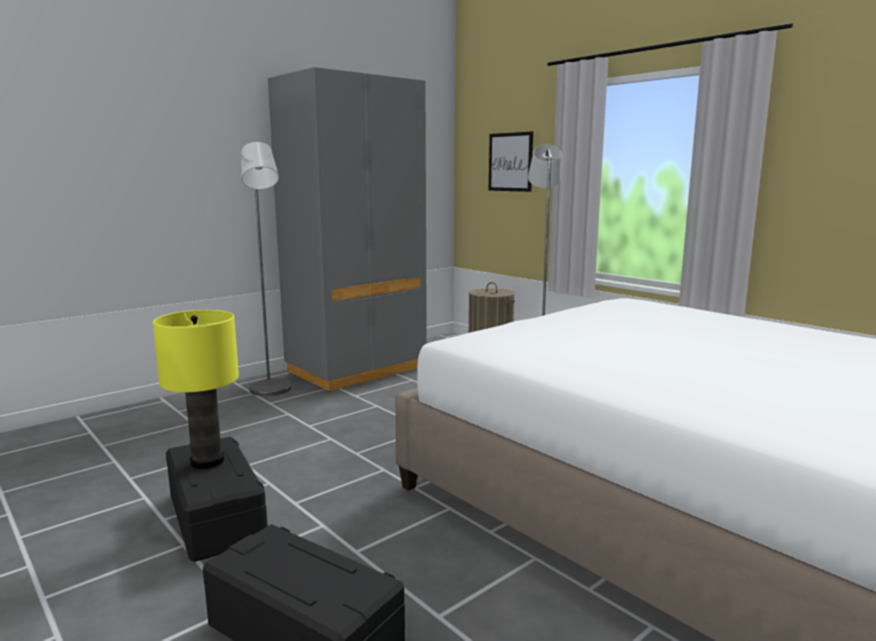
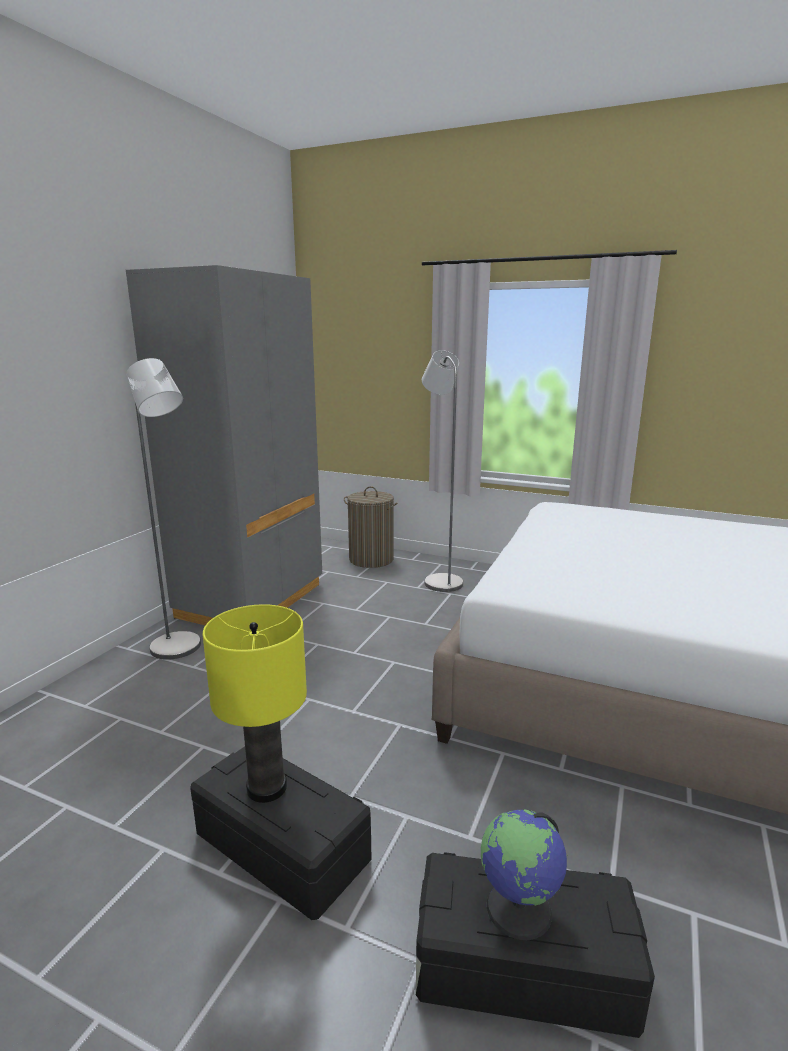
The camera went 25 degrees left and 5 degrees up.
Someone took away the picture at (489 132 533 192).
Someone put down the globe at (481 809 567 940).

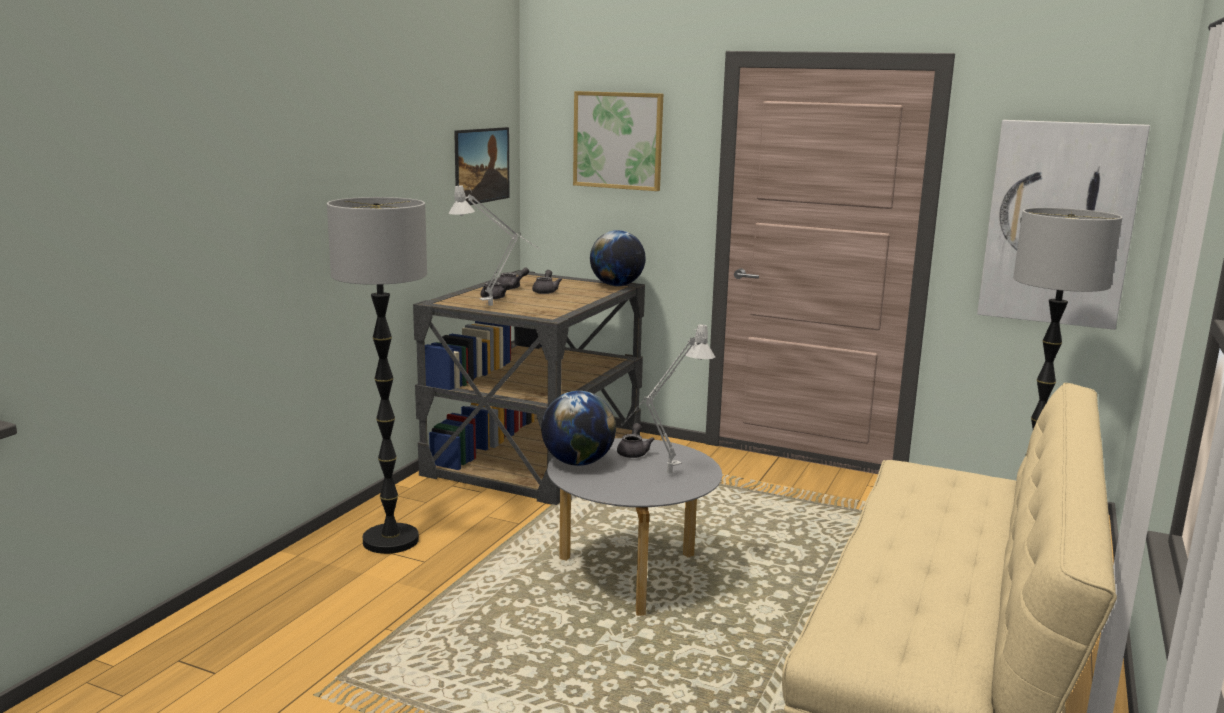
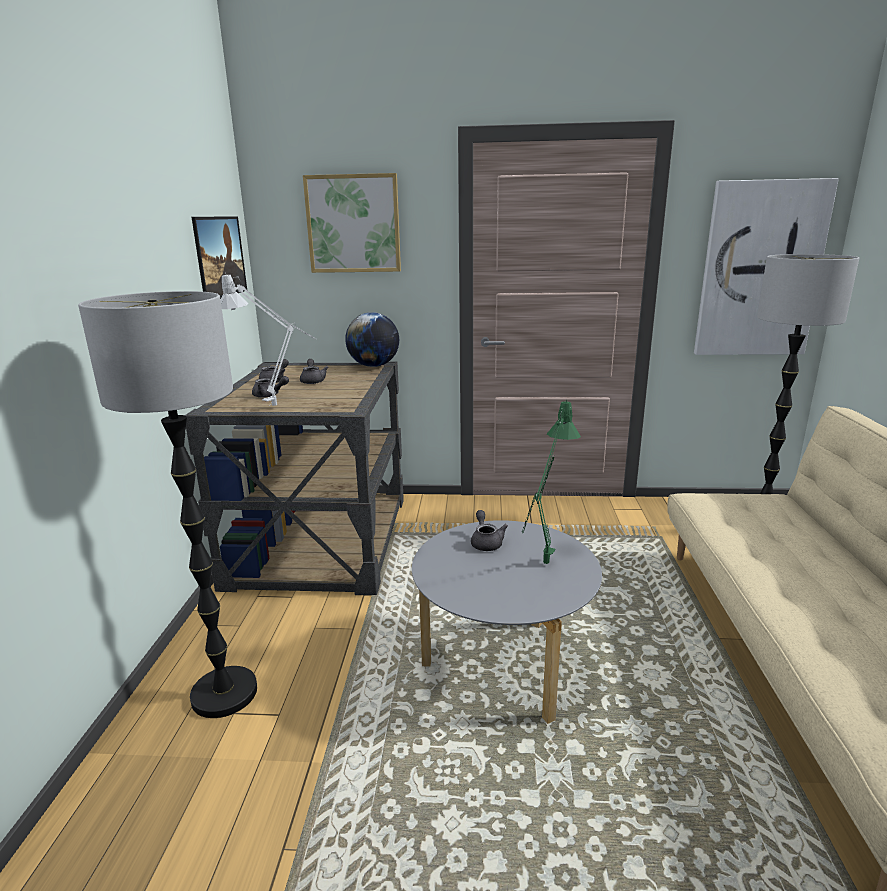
The camera went 20 degrees left and 5 degrees up.
Someone took away the globe at (541 391 616 466).
Someone repainted the grey table lamp at (623 325 715 474), which became the green table lamp at (522 399 581 564).

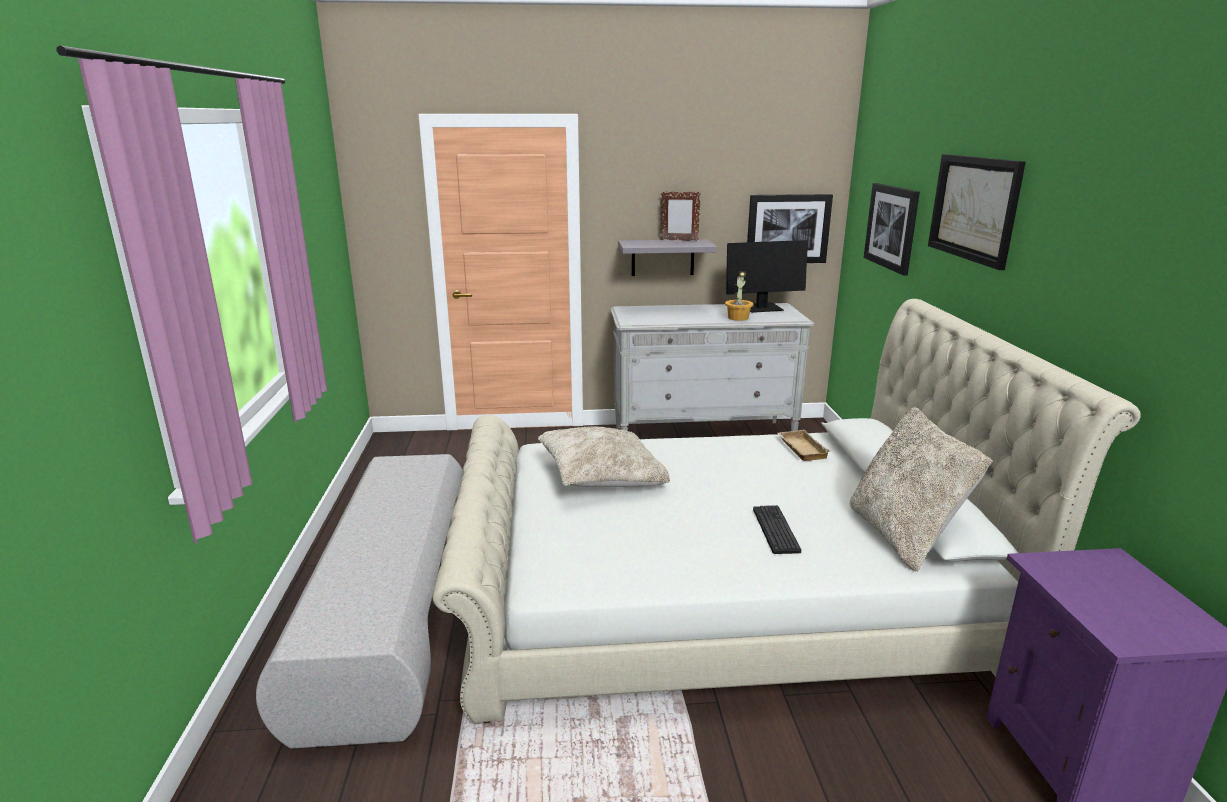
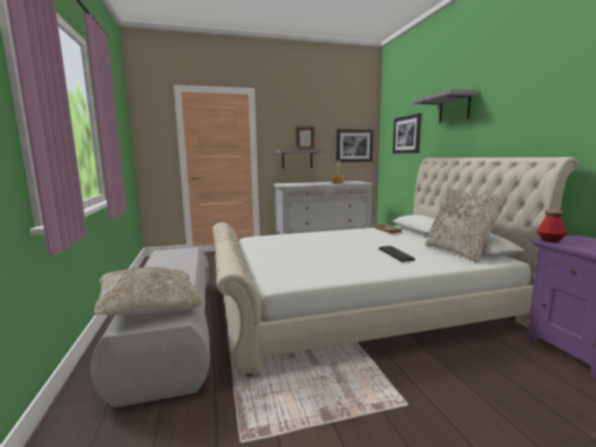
The camera went 10 degrees left and 10 degrees down.
Someone took away the monitor at (726 240 808 313).
Someone put down the bottle at (537 209 567 242).
Someone carried the beige pillow from (538 426 670 487) to (94 267 202 315).
Someone swapped the picture at (928 154 1026 270) for the grey shelf at (412 89 479 123).

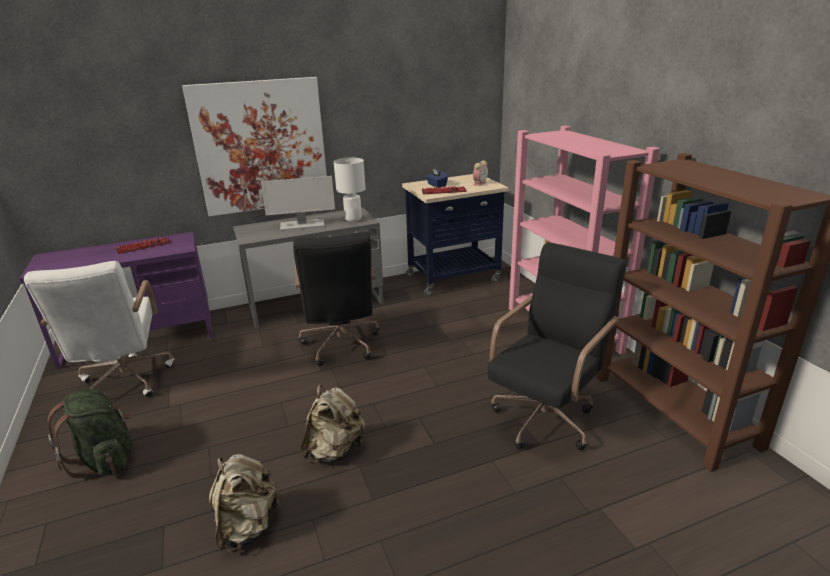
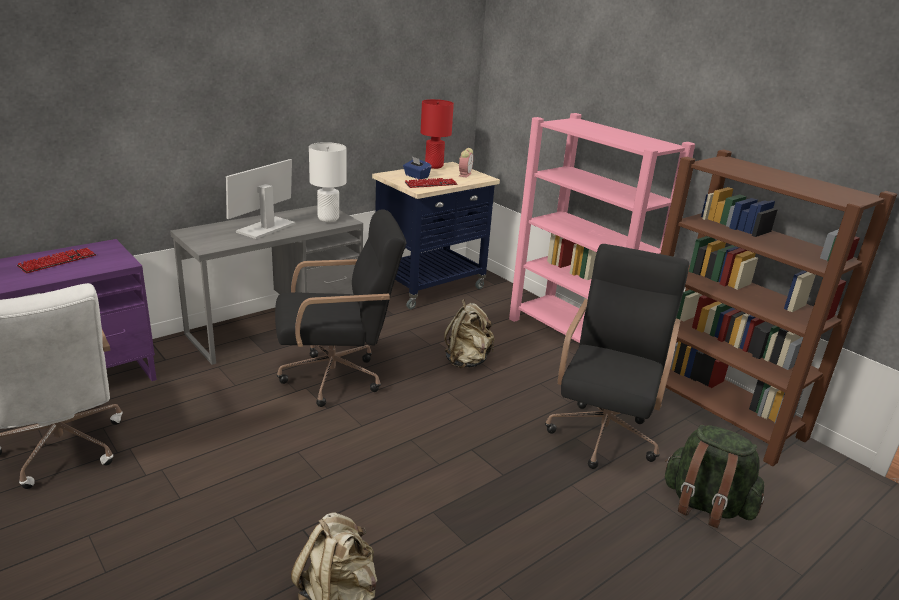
The camera went 20 degrees left and 0 degrees up.
Someone took away the picture at (182 77 327 216).
Someone put down the red table lamp at (421 99 454 169).
Someone carried the green backpack from (48 388 132 478) to (665 425 764 528).
Someone carried the beige backpack from (301 385 365 464) to (444 299 494 368).
Someone rotated the monitor at (261 176 335 231) by 150 degrees clockwise.
Someone rotated the black office chair at (293 232 380 366) by 75 degrees counterclockwise.

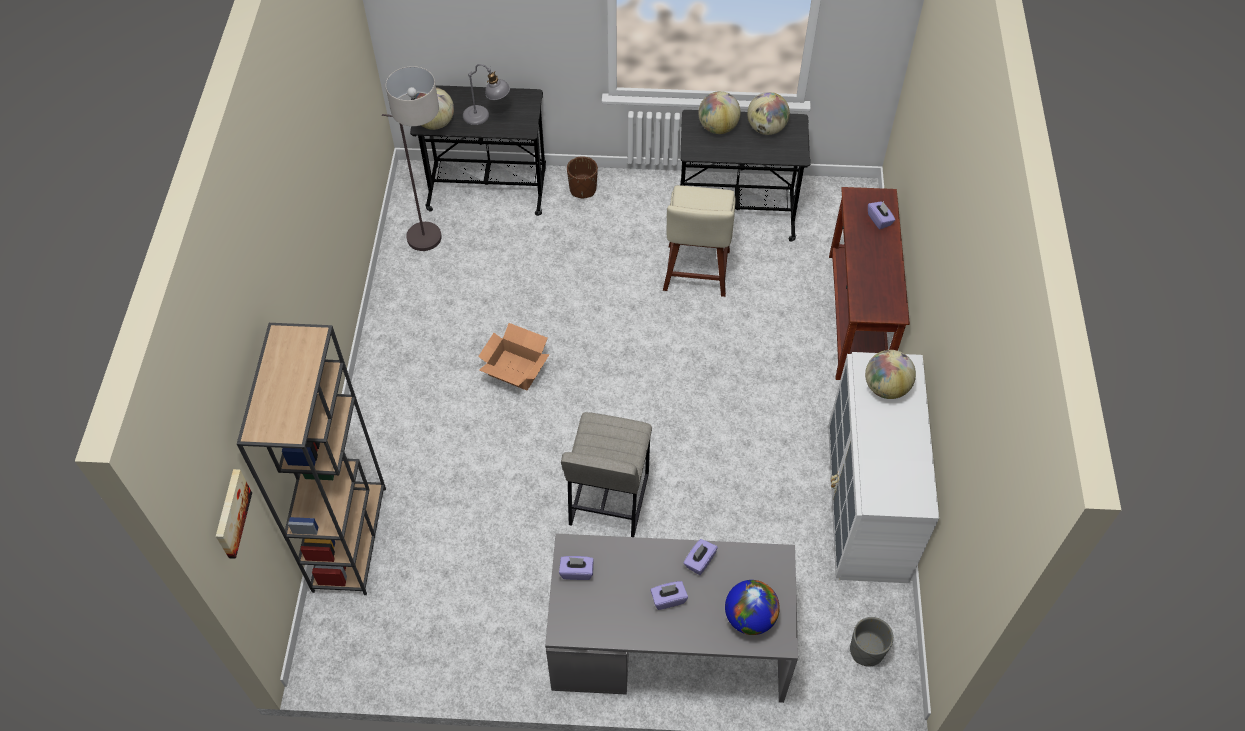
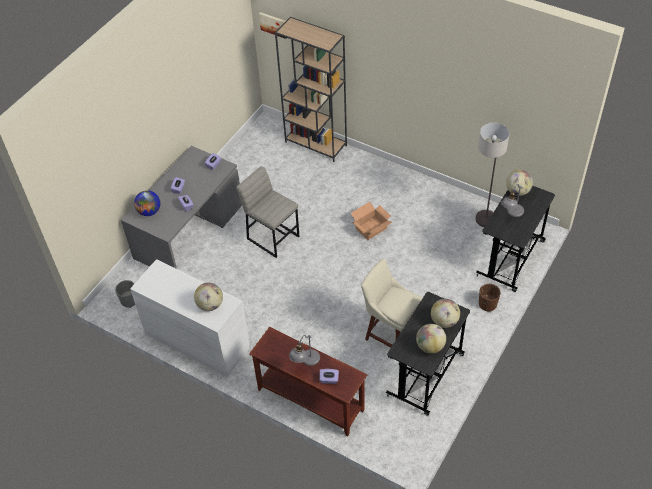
The camera went 120 degrees right and 5 degrees down.
Someone put down the grey table lamp at (289 335 320 366).

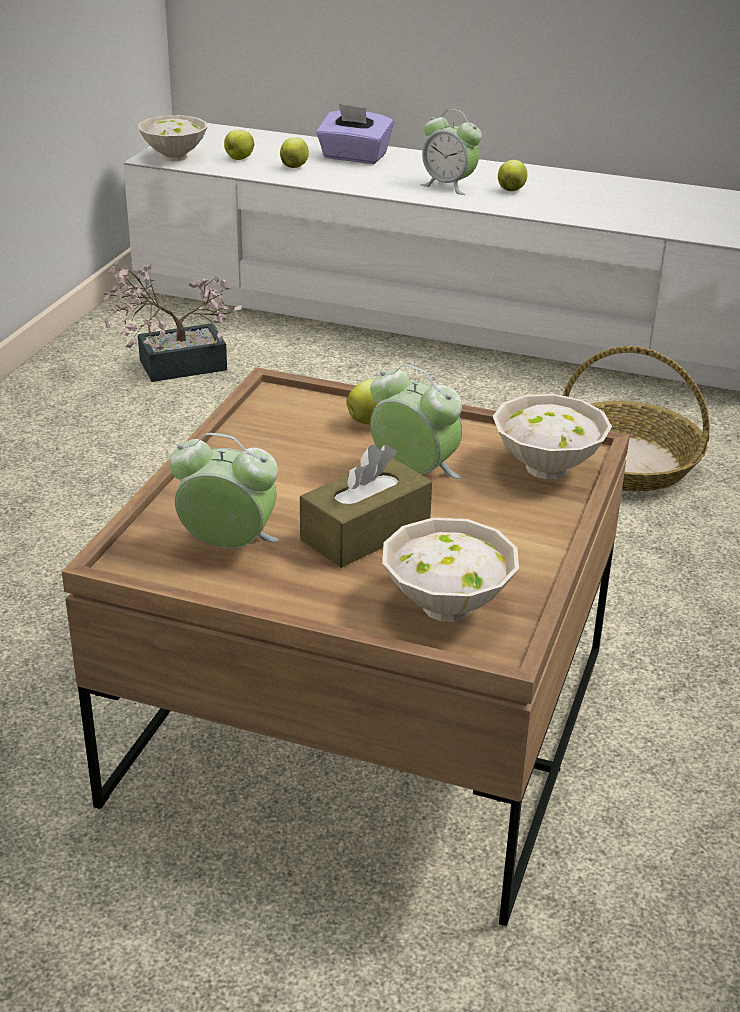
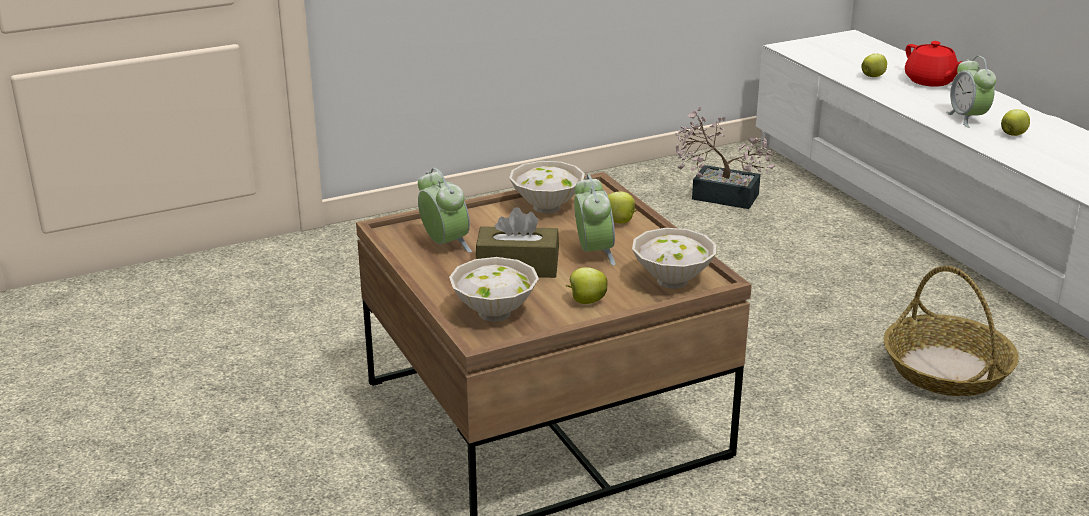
The camera went 45 degrees right and 5 degrees down.
Someone carried the white bowl from (138 115 207 161) to (509 161 585 214).
Someone carried the apple from (224 130 254 160) to (566 267 608 304).
Someone swapped the purple tissue box at (316 103 394 164) for the red teapot at (905 41 962 87).

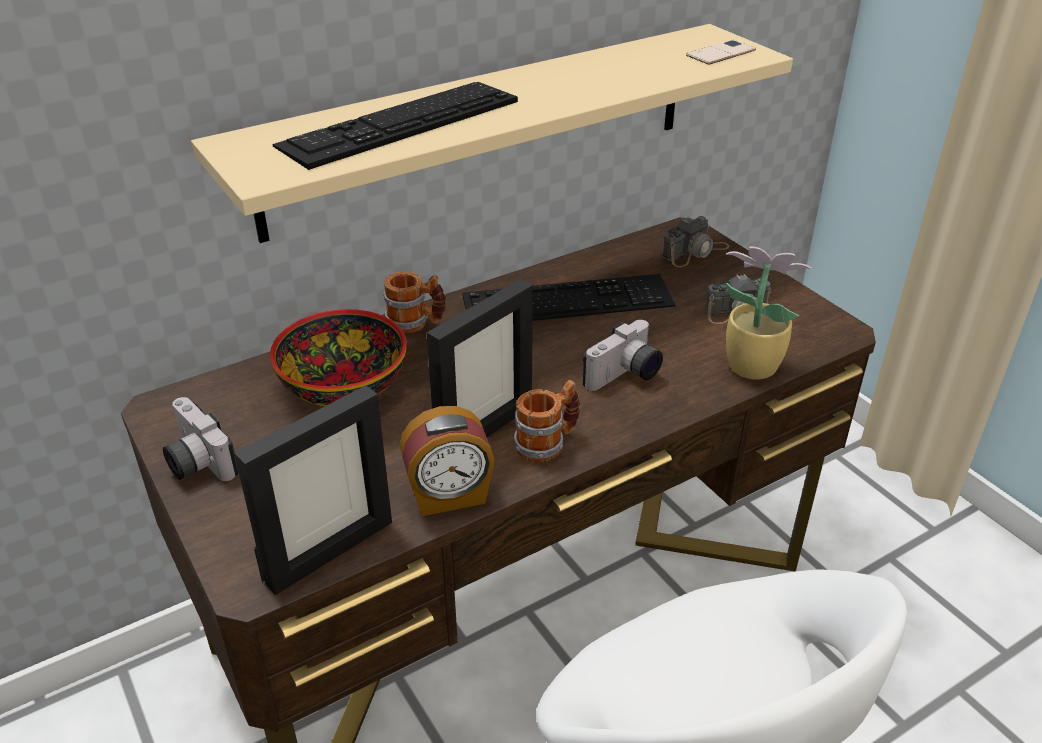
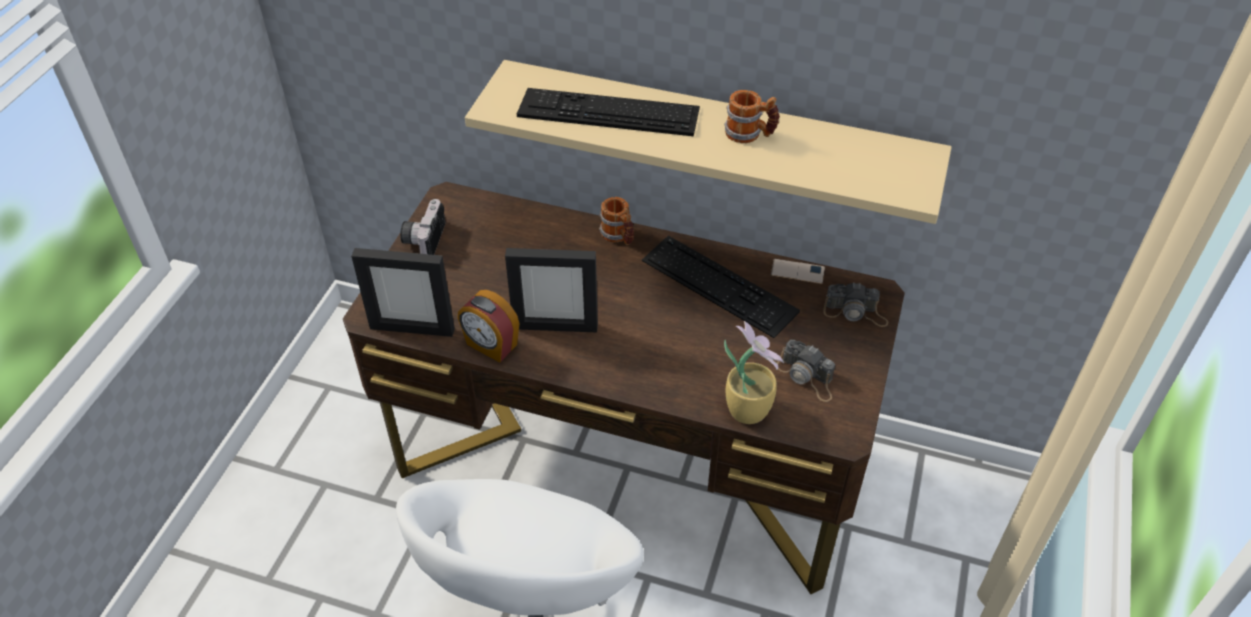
The camera went 50 degrees right and 10 degrees up.
Someone took away the bowl at (270 309 407 406).
Someone took away the photo camera at (583 320 663 391).
Someone carried the mug from (514 380 580 463) to (724 90 780 143).
Someone carried the phone from (686 40 756 65) to (771 259 825 284).

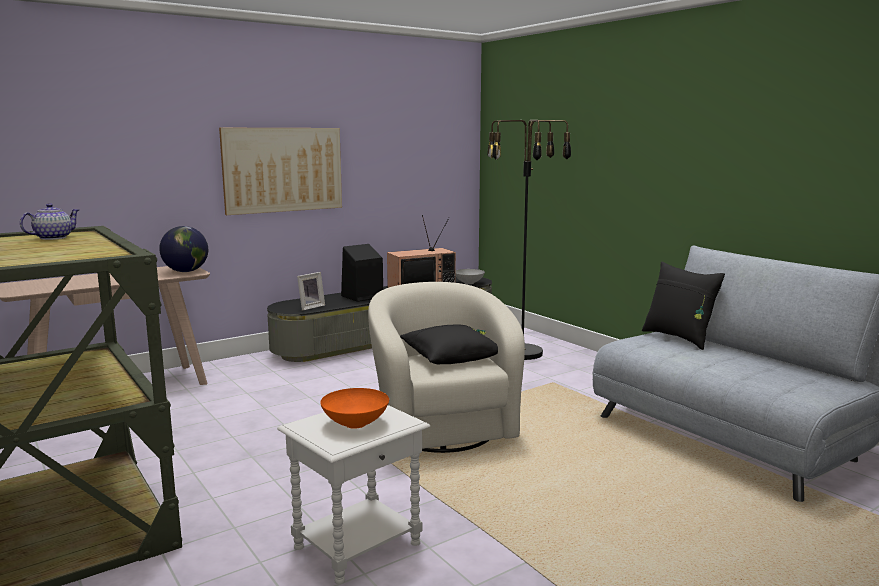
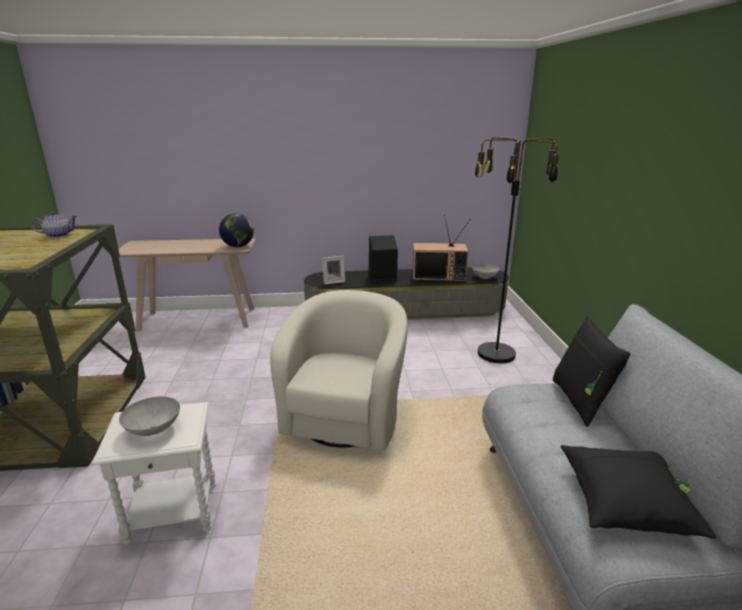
The camera went 30 degrees right and 10 degrees up.
Someone took away the picture at (219 128 342 215).
Someone carried the black pillow from (400 324 498 364) to (561 445 716 539).
Someone repainted the orange bowl at (320 388 389 429), which became the grey bowl at (119 396 180 436).

